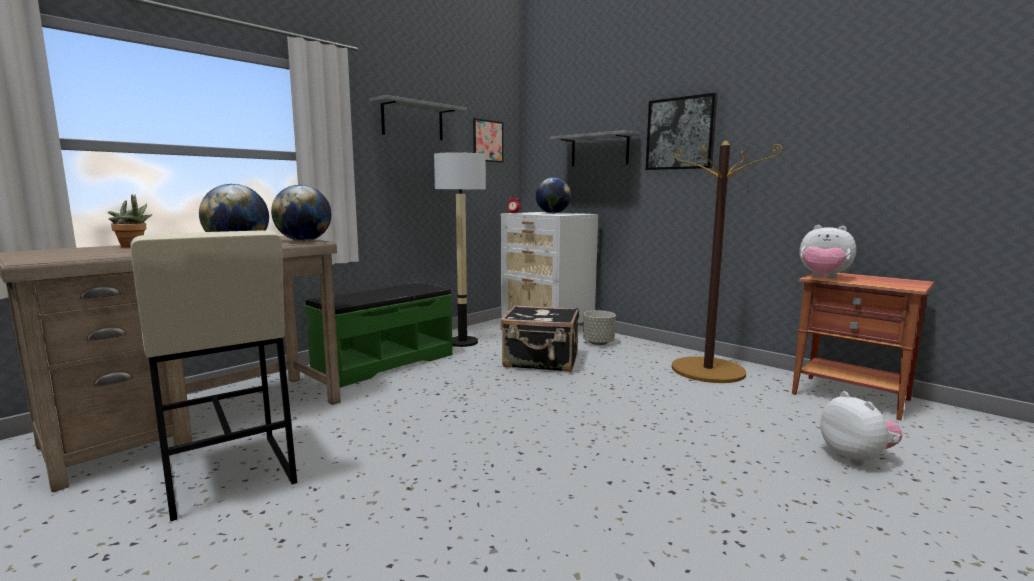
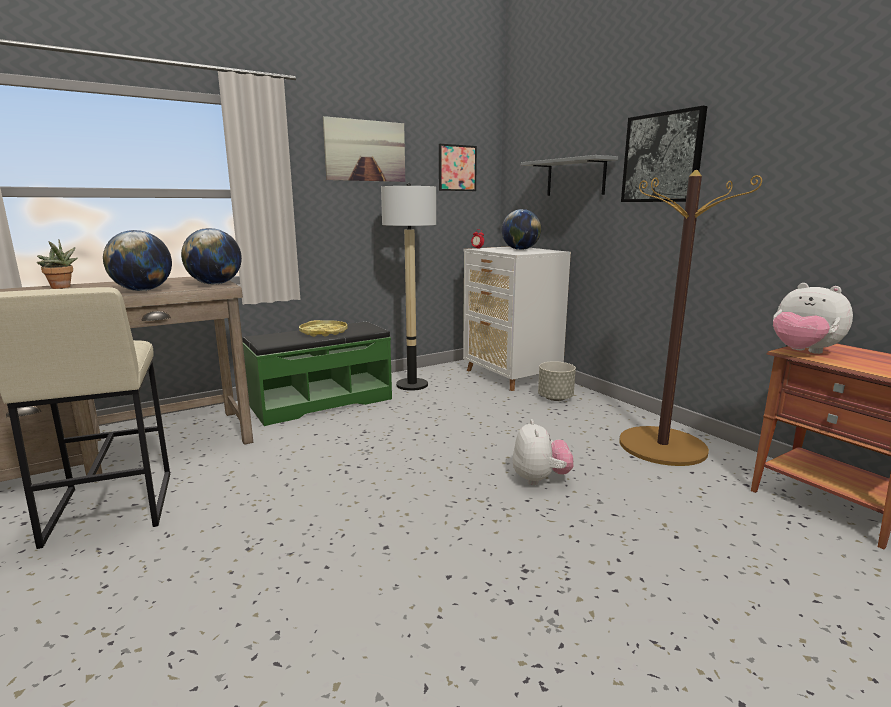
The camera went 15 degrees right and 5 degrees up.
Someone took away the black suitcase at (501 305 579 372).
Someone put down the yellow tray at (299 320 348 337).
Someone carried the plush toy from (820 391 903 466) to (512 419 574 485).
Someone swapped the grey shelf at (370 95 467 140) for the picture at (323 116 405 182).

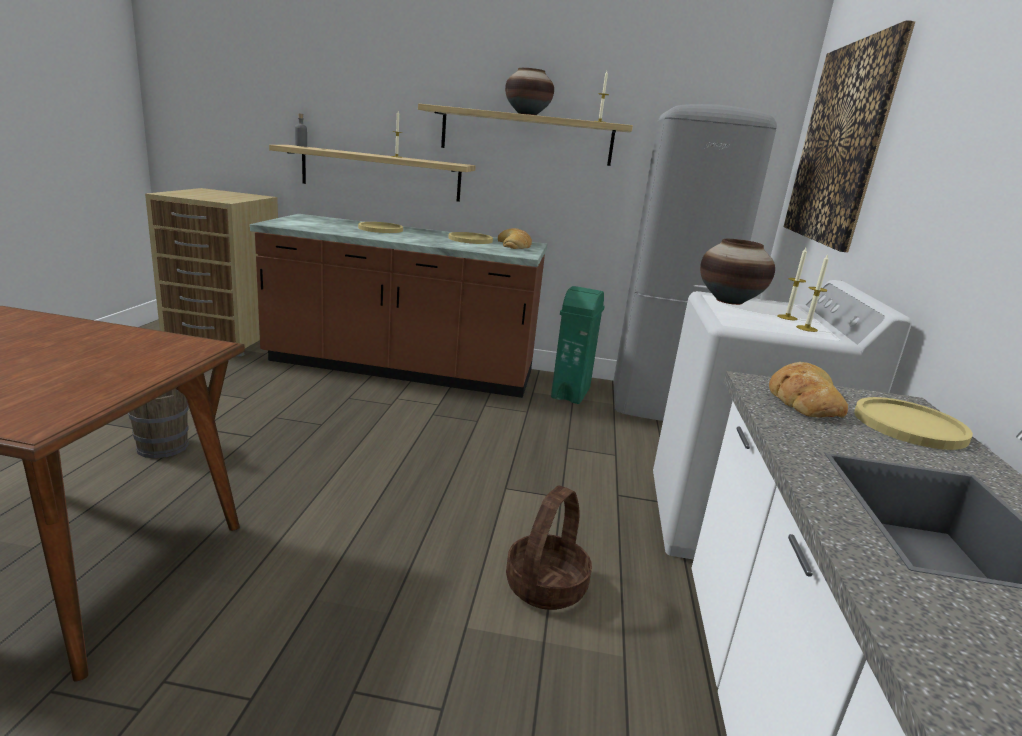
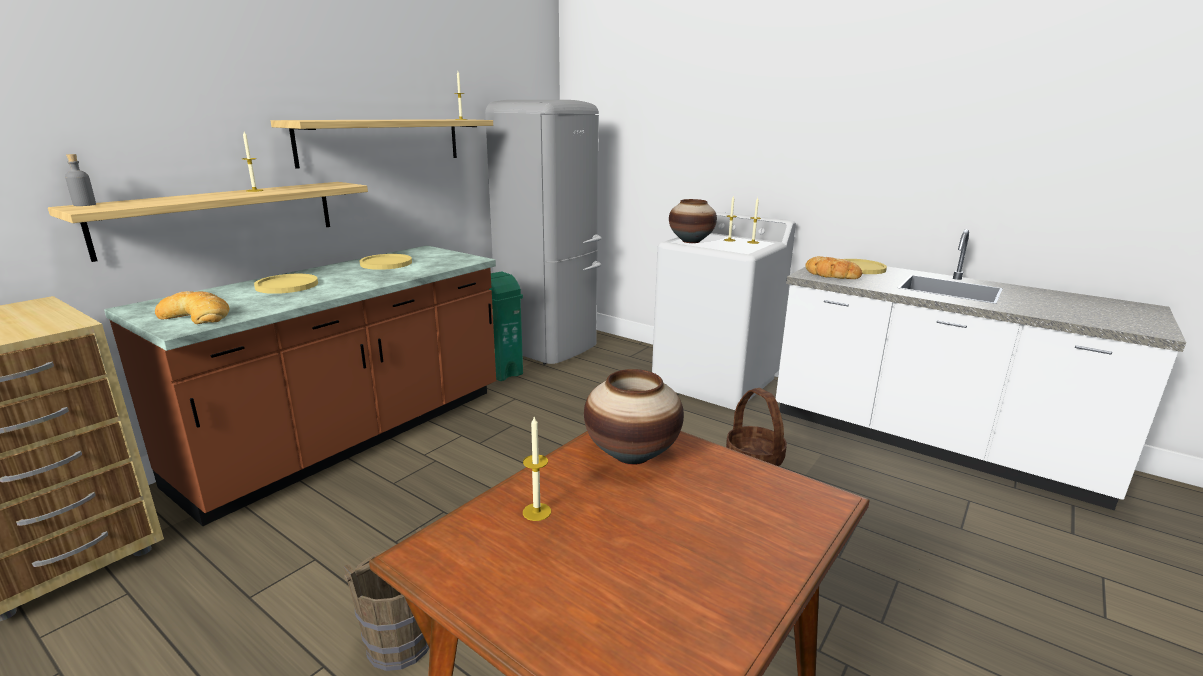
The camera went 60 degrees left and 0 degrees up.
Someone took away the picture at (783 20 915 252).
Someone put down the candle at (523 415 551 521).
Someone carried the bread from (498 228 532 249) to (155 291 229 324).
Someone carried the vase from (505 68 554 115) to (584 369 684 465).

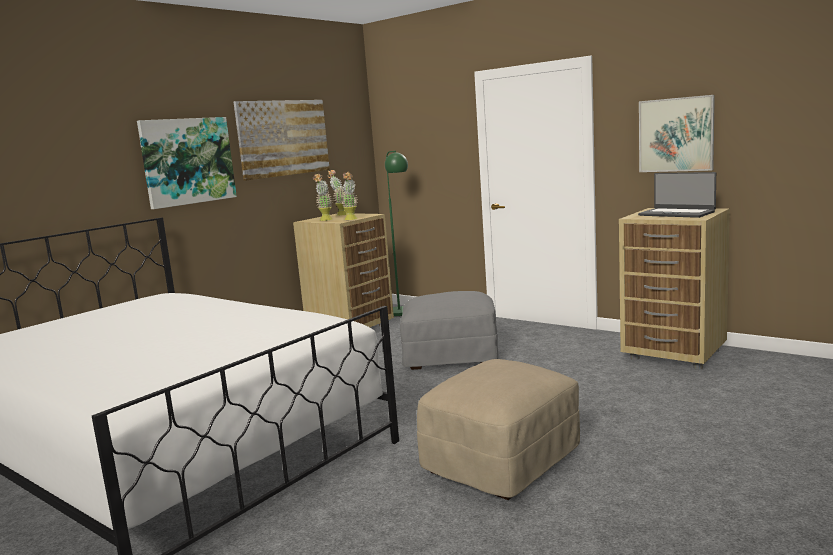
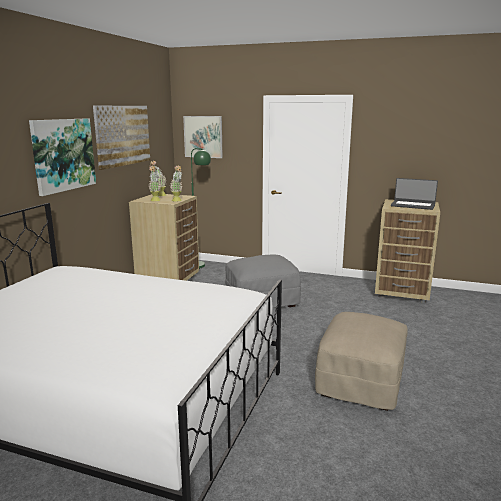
The camera went 20 degrees left and 5 degrees up.
Someone carried the picture from (639 95 715 172) to (183 116 223 158).

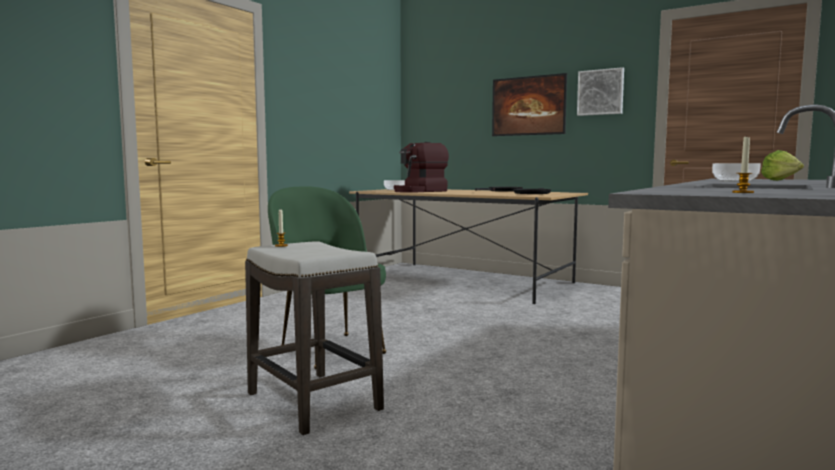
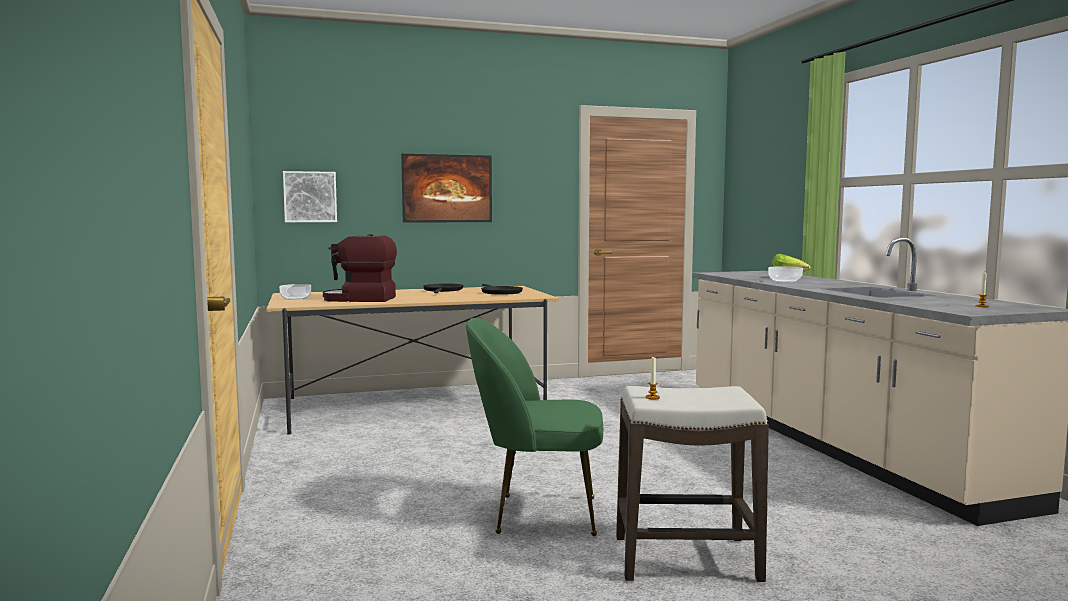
The camera went 50 degrees left and 0 degrees up.
Someone carried the picture from (577 67 624 116) to (283 171 337 222).
Someone rotated the coffee machine at (394 142 449 193) by 90 degrees clockwise.

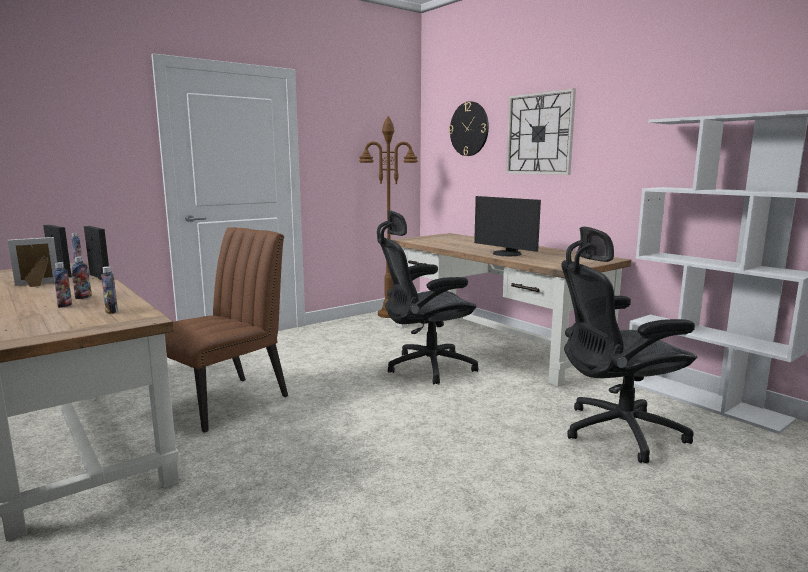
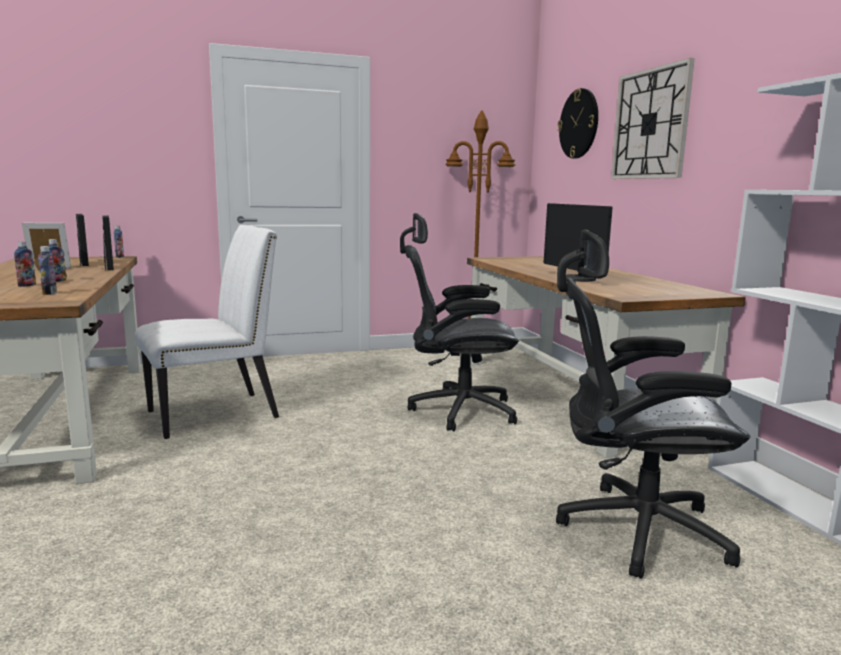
The camera went 20 degrees right and 0 degrees up.
Someone repainted the brown chair at (165 227 288 433), which became the white chair at (135 225 279 439).

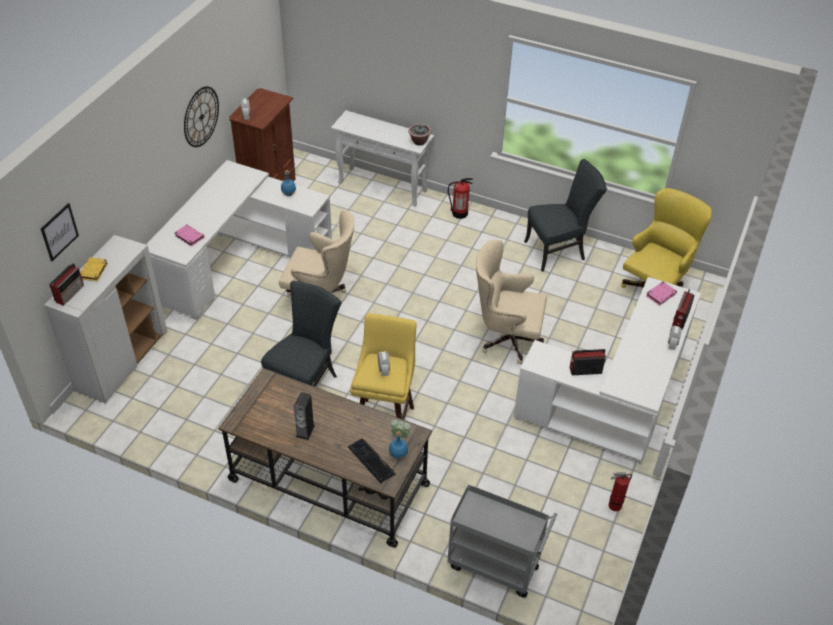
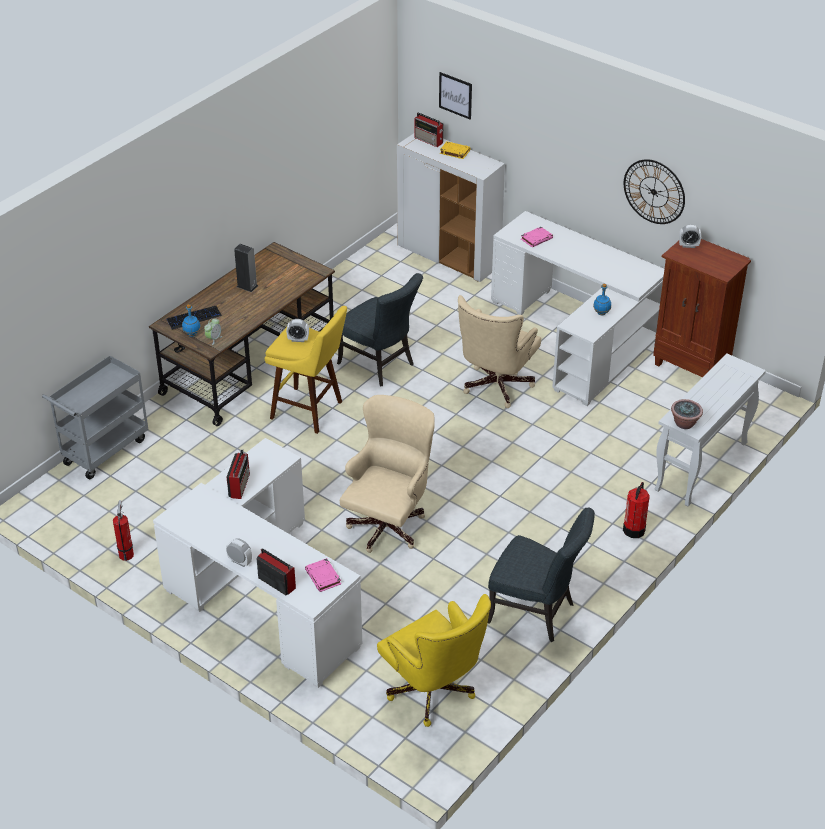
The camera went 105 degrees right and 5 degrees down.
Someone rotated the grey chair at (524 159 607 272) by 60 degrees counterclockwise.

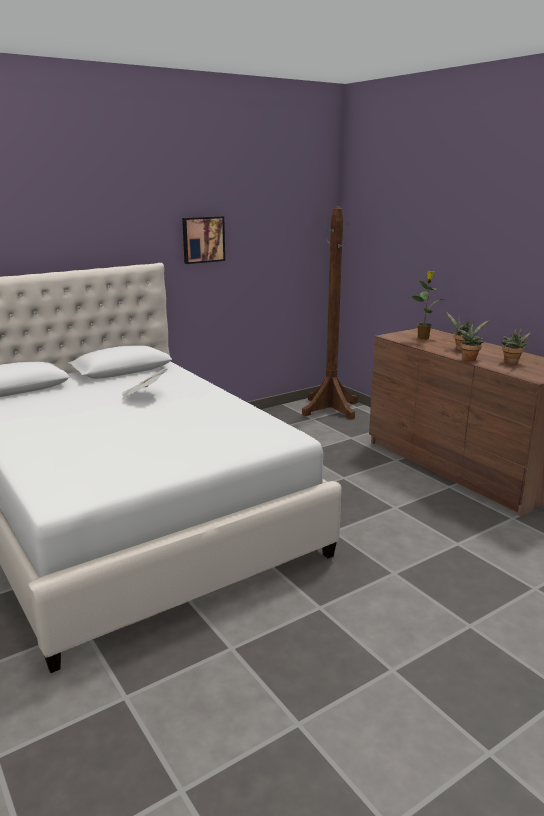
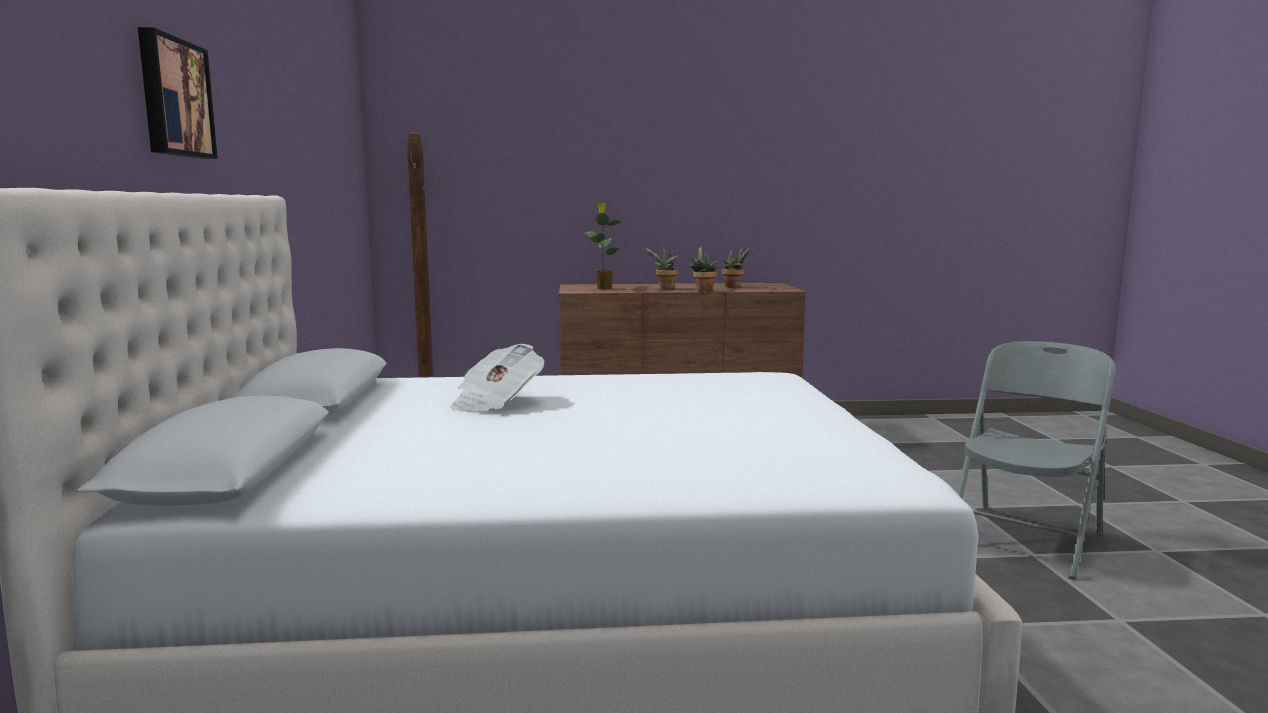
The camera went 60 degrees left and 10 degrees down.
Someone put down the grey chair at (957 341 1116 580).
Someone carried the picture from (182 216 225 264) to (138 27 218 159).

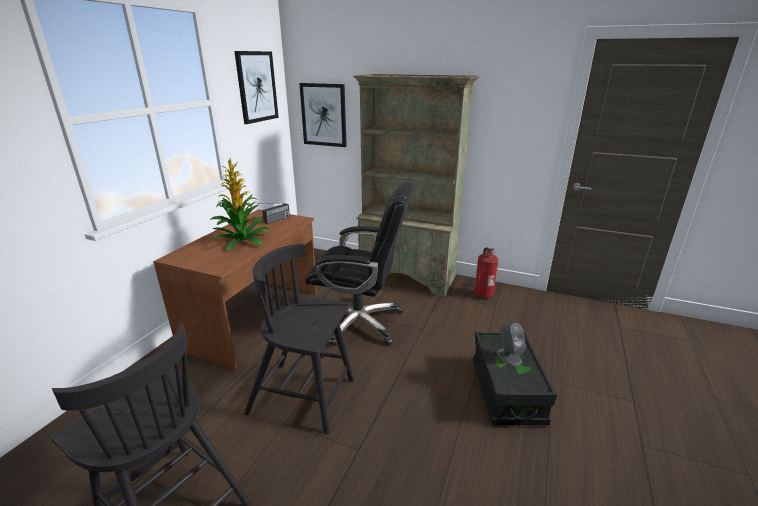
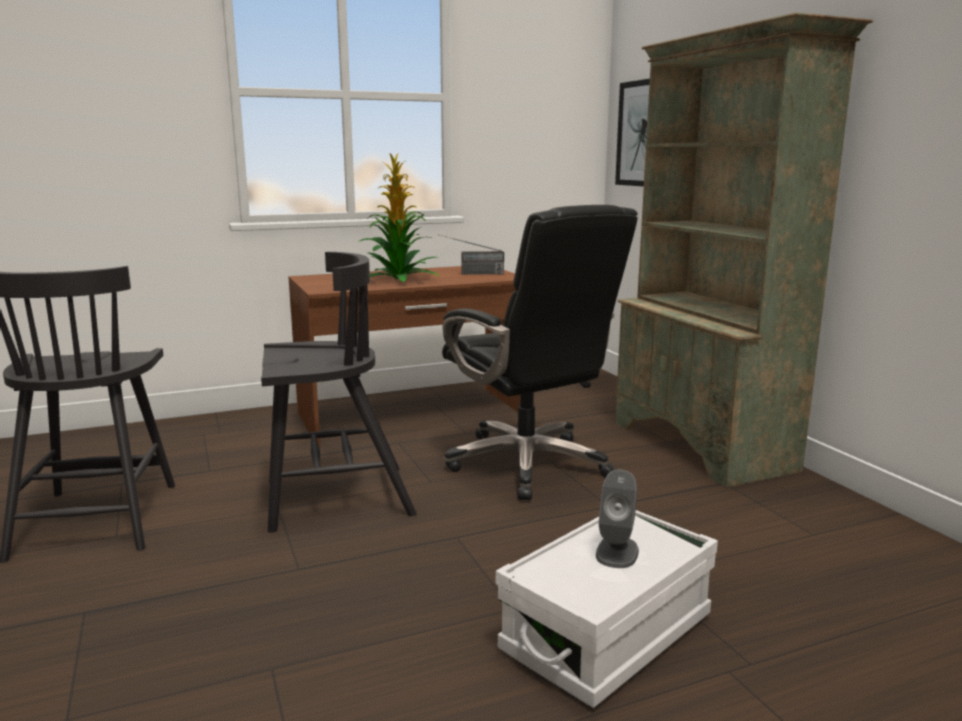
The camera went 45 degrees right and 10 degrees down.
Someone took away the picture at (234 51 279 124).
Someone took away the fire extinguisher at (474 248 498 299).
Someone repainted the black storage box at (473 332 557 425), which became the white storage box at (495 510 718 708).
Someone rotated the black chair at (244 244 354 434) by 105 degrees clockwise.

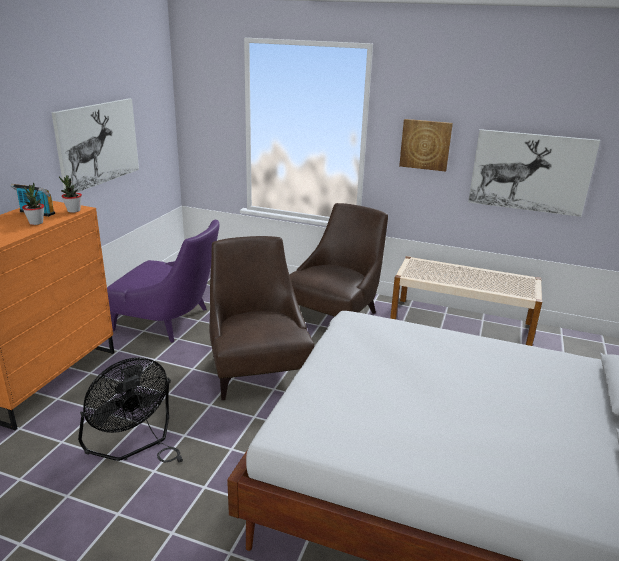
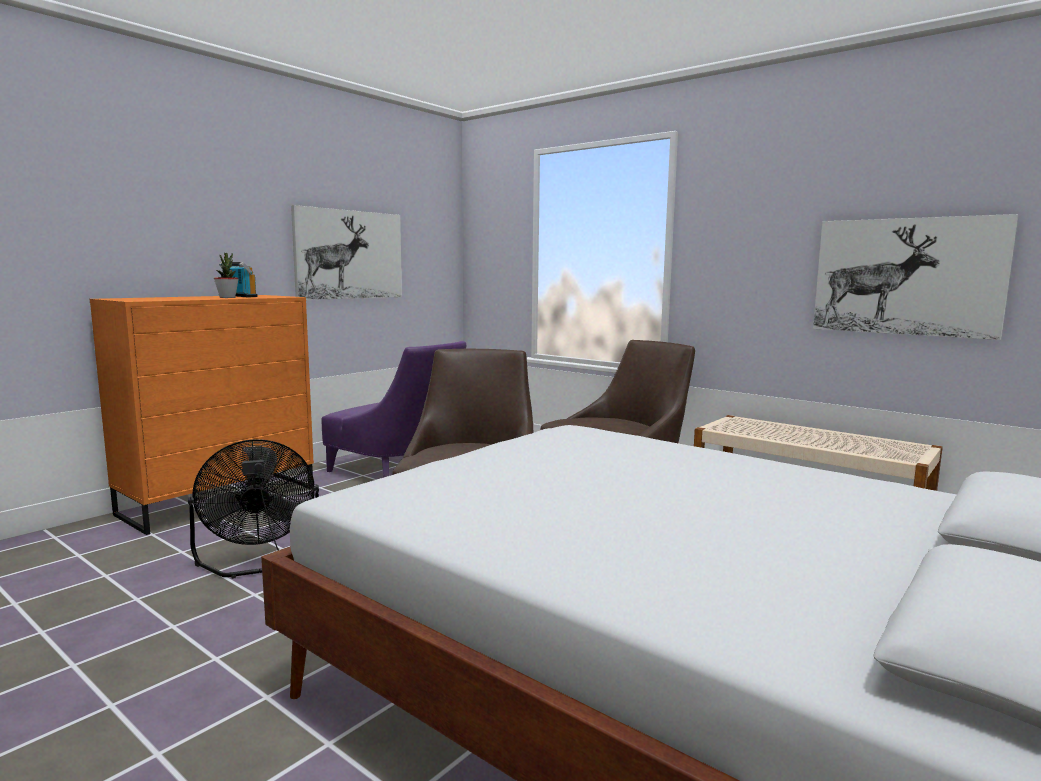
The camera went 20 degrees right and 15 degrees down.
Someone took away the potted plant at (59 175 82 213).
Someone took away the picture at (399 119 453 172).

